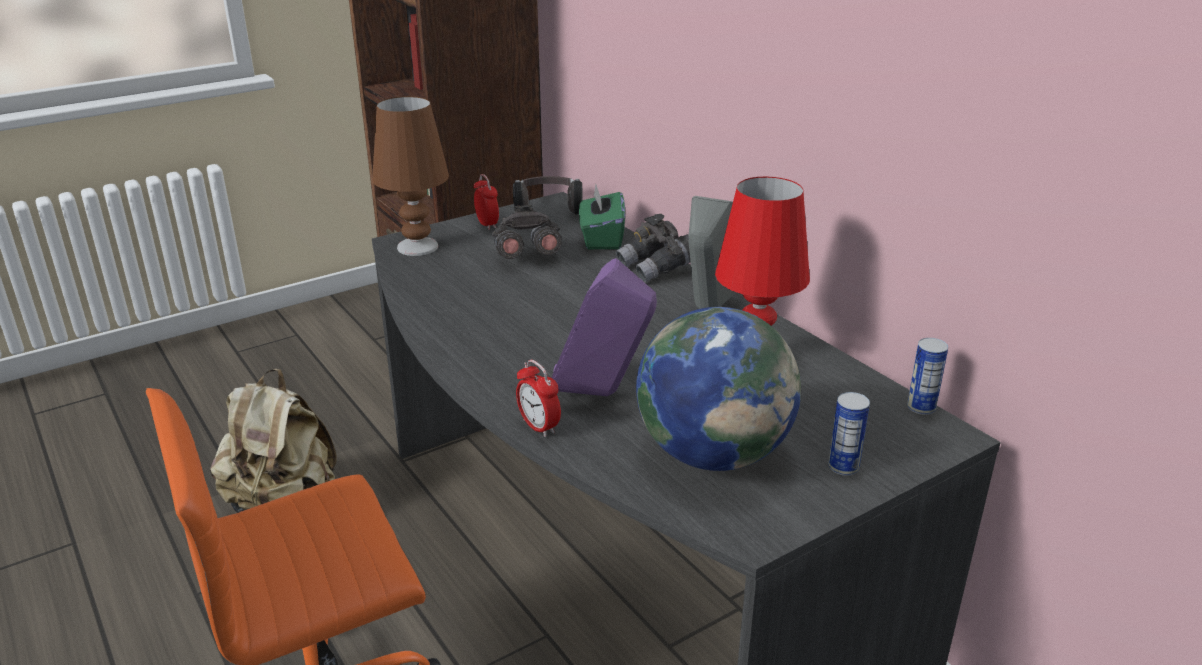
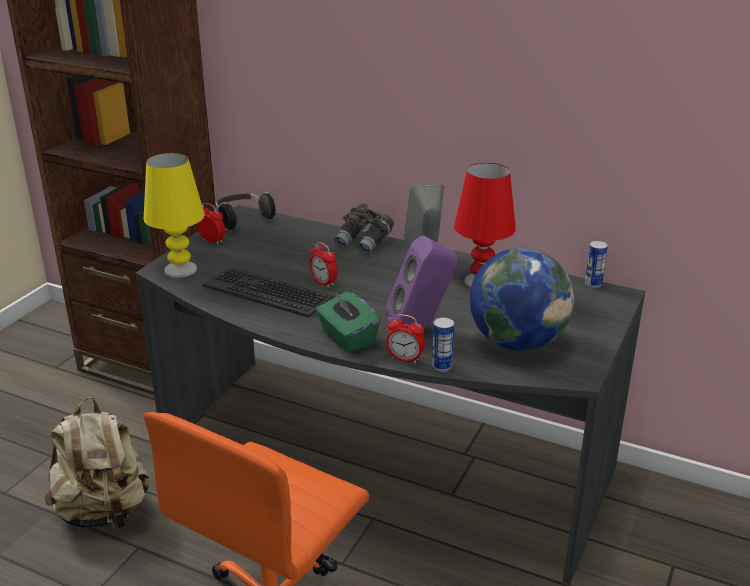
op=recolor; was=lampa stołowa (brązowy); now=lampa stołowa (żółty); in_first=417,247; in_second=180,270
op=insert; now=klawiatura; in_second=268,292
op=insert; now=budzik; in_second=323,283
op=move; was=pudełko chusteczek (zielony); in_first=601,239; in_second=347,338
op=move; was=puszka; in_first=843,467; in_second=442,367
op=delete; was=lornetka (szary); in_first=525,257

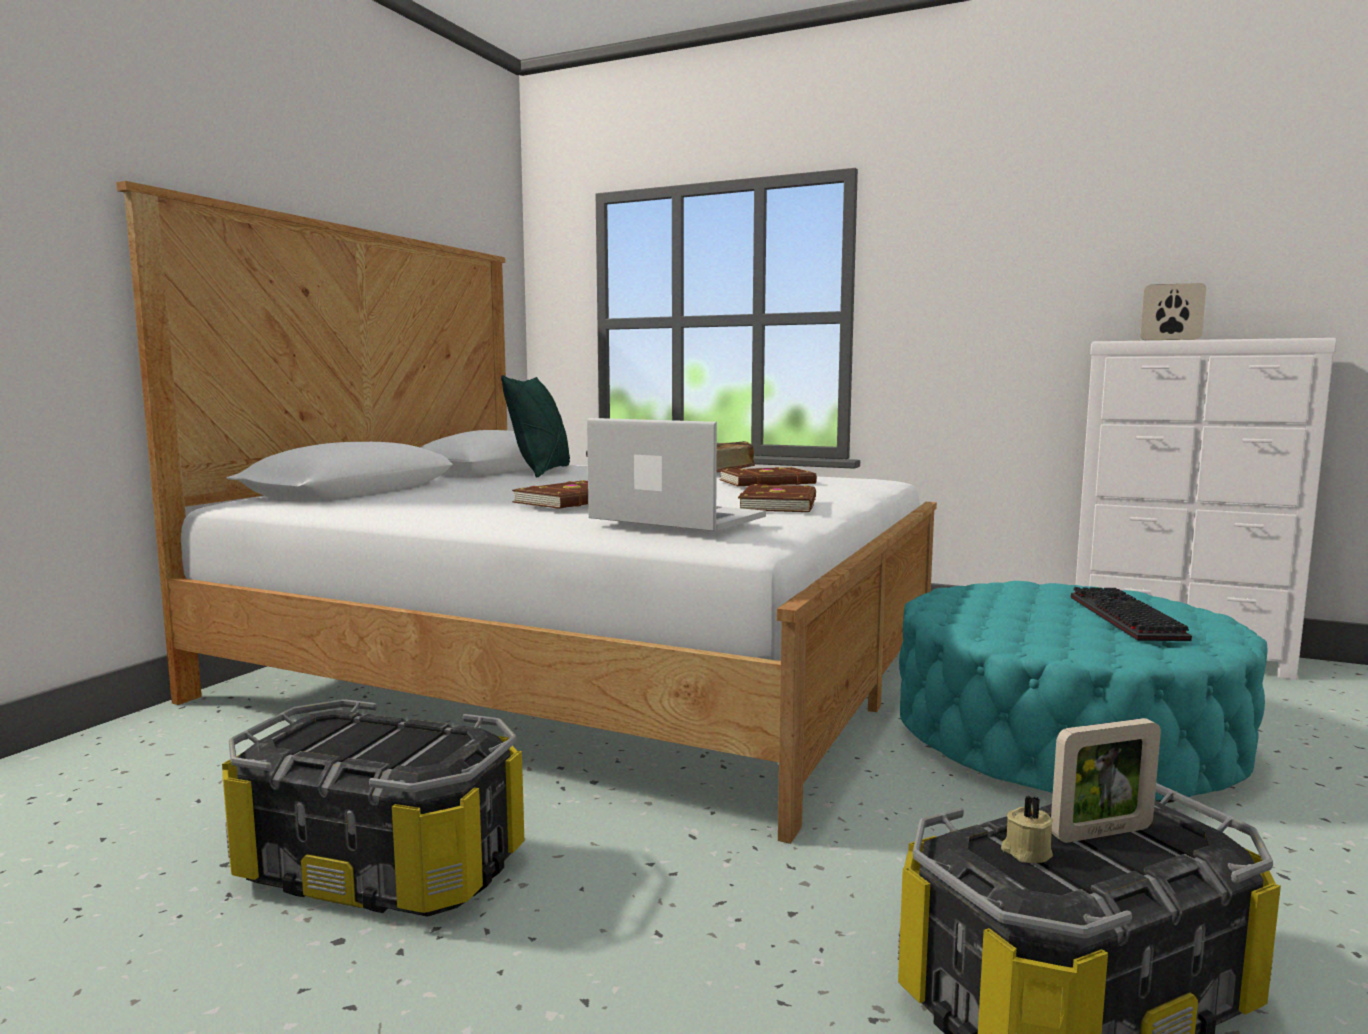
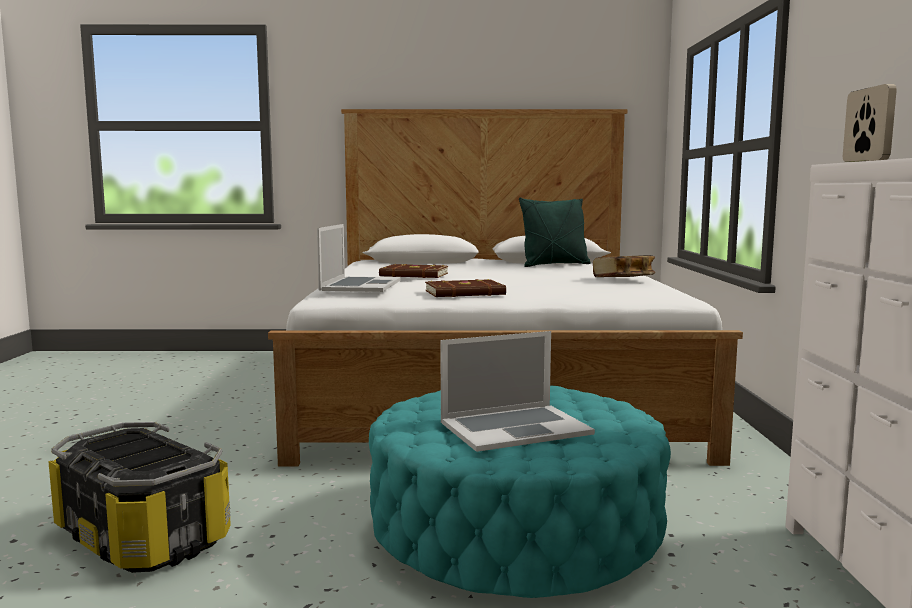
op=replace; was=klawiatura; now=laptop; in_first=1121,617; in_second=514,428
op=delete; was=pojemnik do przechowywania; in_first=379,868
op=delete; was=książka (brązowy); in_first=768,482
op=delete; was=świeca (beżowy); in_first=1025,852
op=delete; was=ramka na zdjęcie; in_first=1101,833

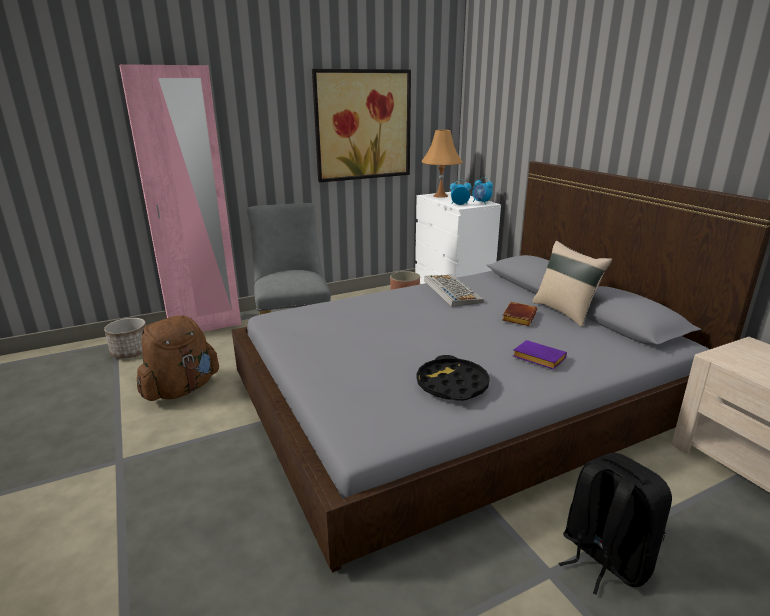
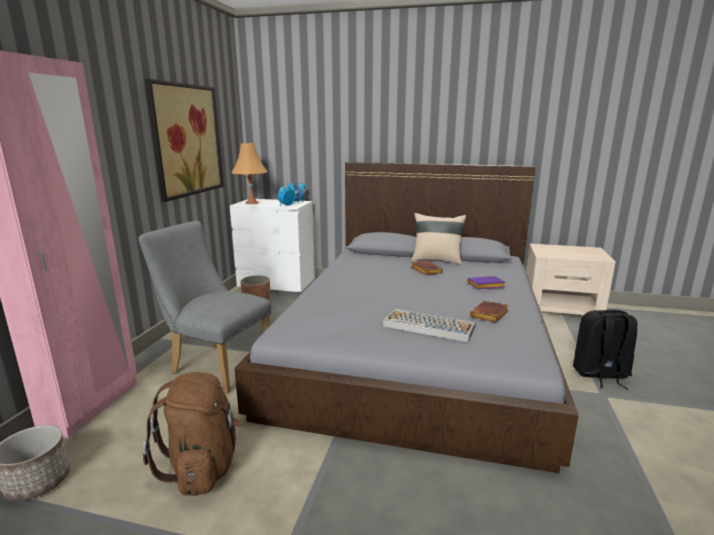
op=move; was=klawiatura; in_first=451,291; in_second=428,326
op=replace; was=taca (czarny); now=książka (brązowy); in_first=452,385; in_second=490,315

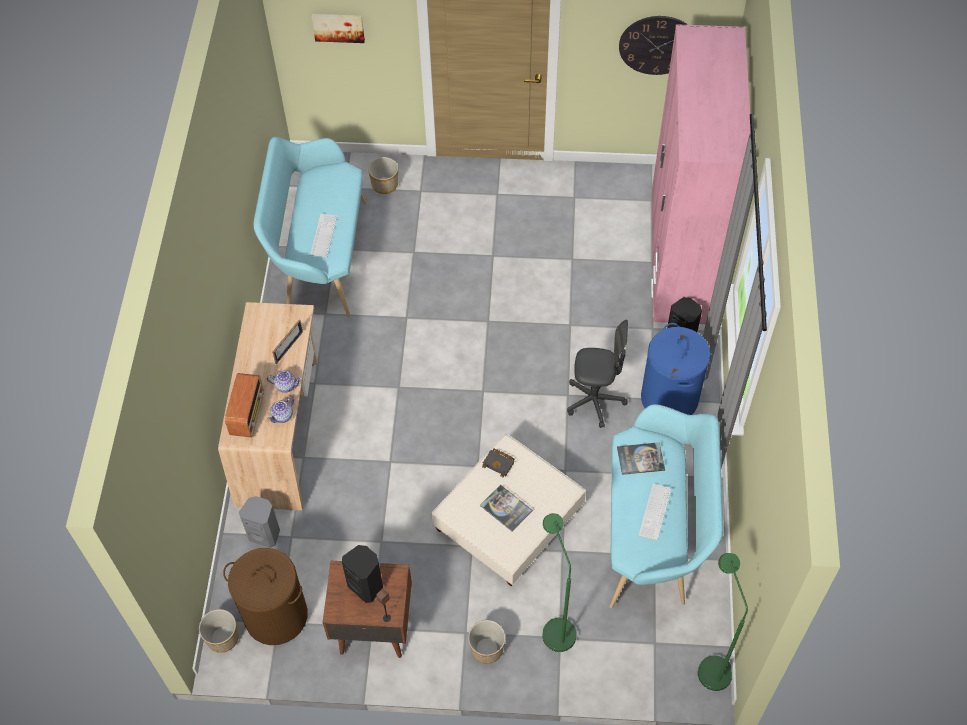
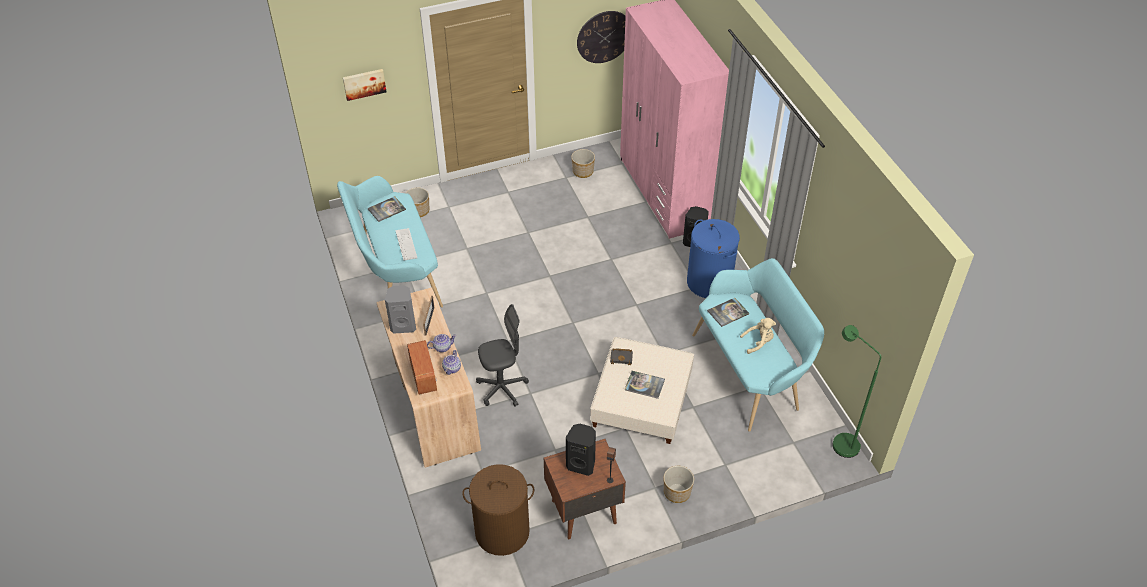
op=insert; now=książka; in_second=386,209
op=move; was=głośnik (szary); in_first=265,534; in_second=403,325
op=move; was=krzesło biurowe (szary); in_first=594,401; in_second=502,388
op=move; was=donica; in_first=222,638; in_second=583,172
op=replace; was=klawiatura; now=pluszak (beżowy); in_first=655,512; in_second=758,342
op=delete; was=lampa stojąca (zielony); in_first=556,626

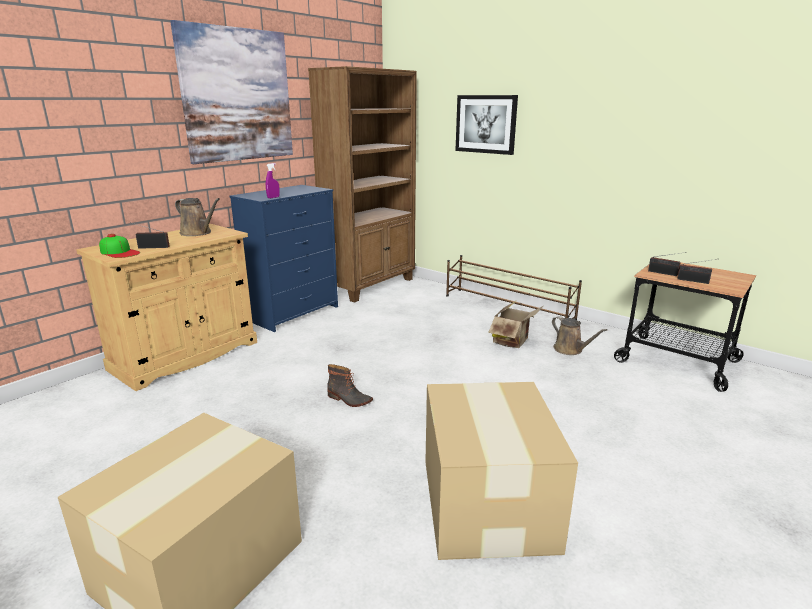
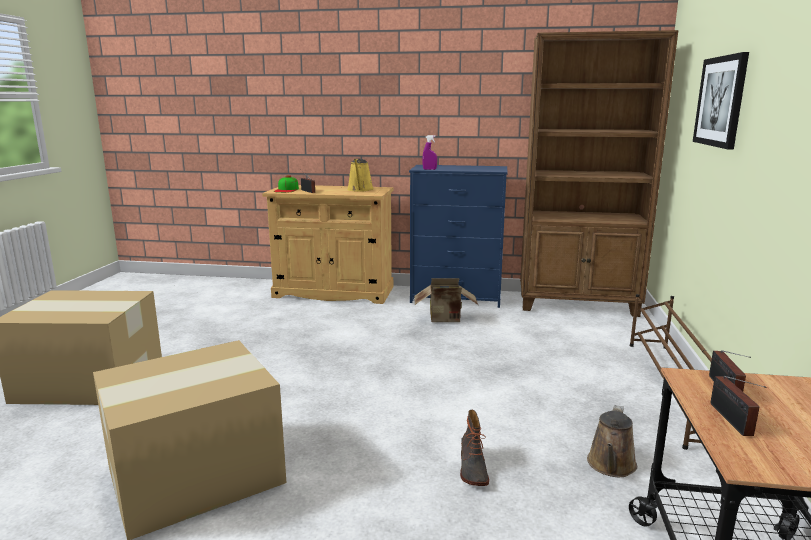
op=recolor; was=konewka (brązowy); now=konewka (żółty); in_first=198,233; in_second=360,190
op=move; was=karton; in_first=513,341; in_second=446,319
op=move; was=but z cholewką; in_first=349,400; in_second=472,468
op=delete; was=obraz; in_first=237,95

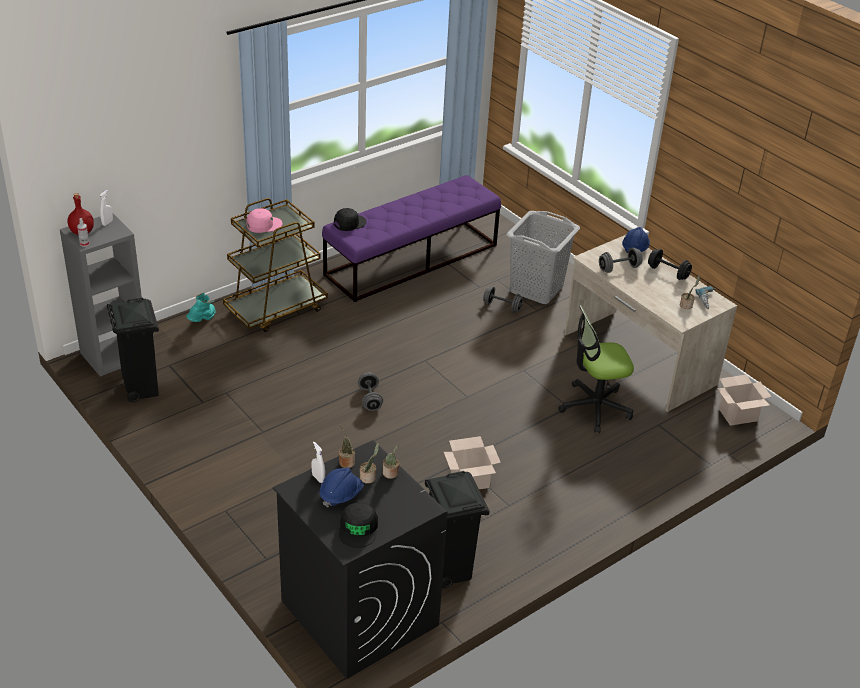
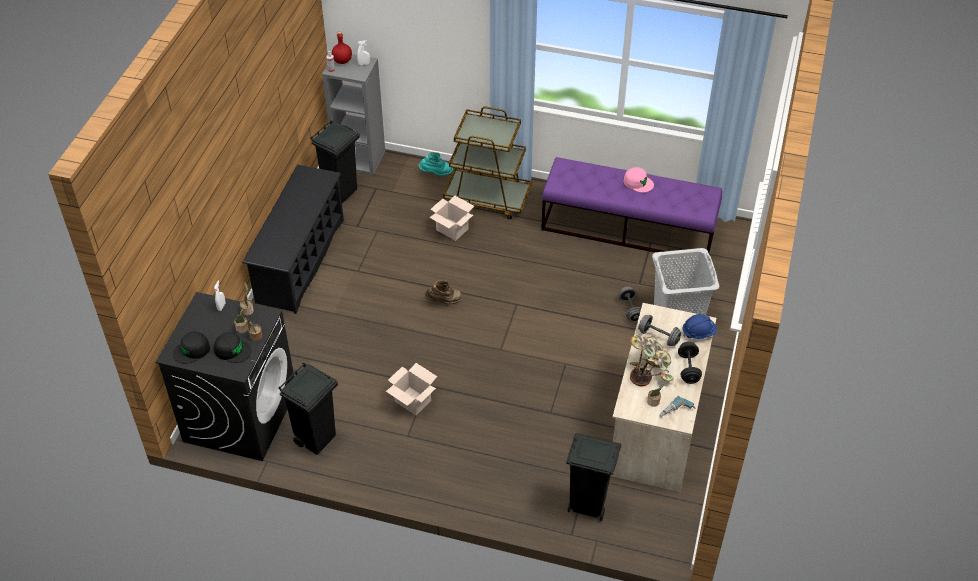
op=move; was=czapka z daszkiem (czarny); in_first=349,223; in_second=232,350
op=insert; now=regał na buty (czarny); in_second=300,260
op=replace; was=hantel (szary); now=but z cholewką (brązowy); in_first=370,399; in_second=444,301
op=move; was=karton; in_first=738,414; in_second=453,229
op=insert; now=kosz na śmieci (czarny); in_second=587,505
op=move; was=czapka z daszkiem (różowy); in_first=263,225; in_second=638,182
op=insert; now=roślina doniczkowa; in_second=649,369
op=delete; was=kask (niebieski); in_first=340,495
op=delete; was=krzesło biurowe; in_first=594,407

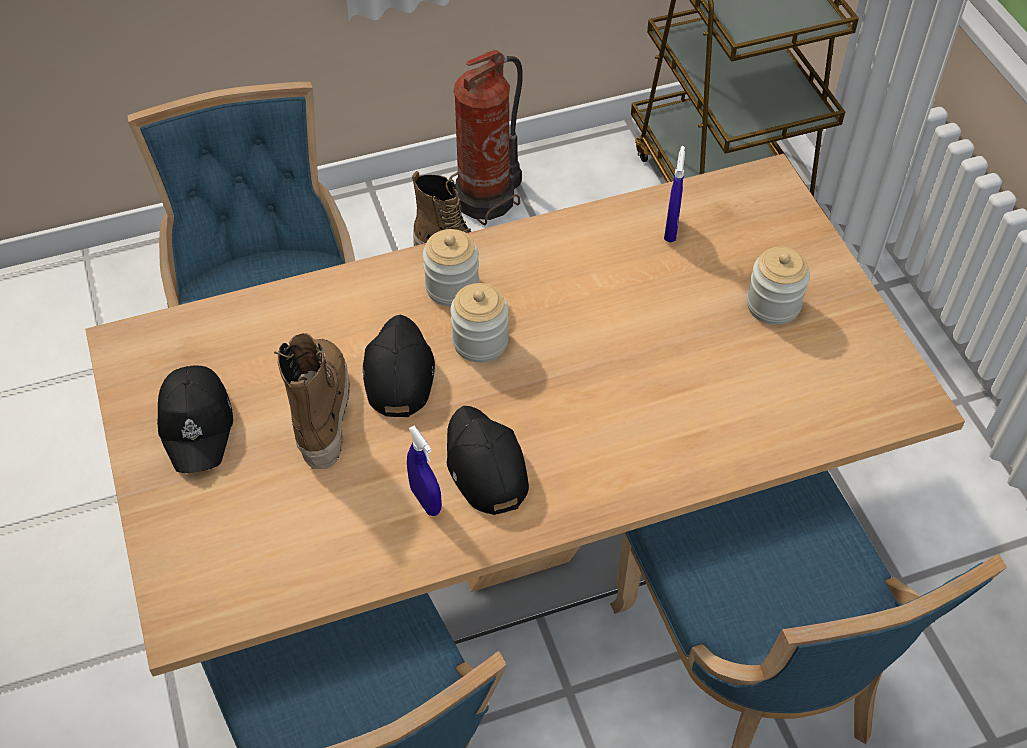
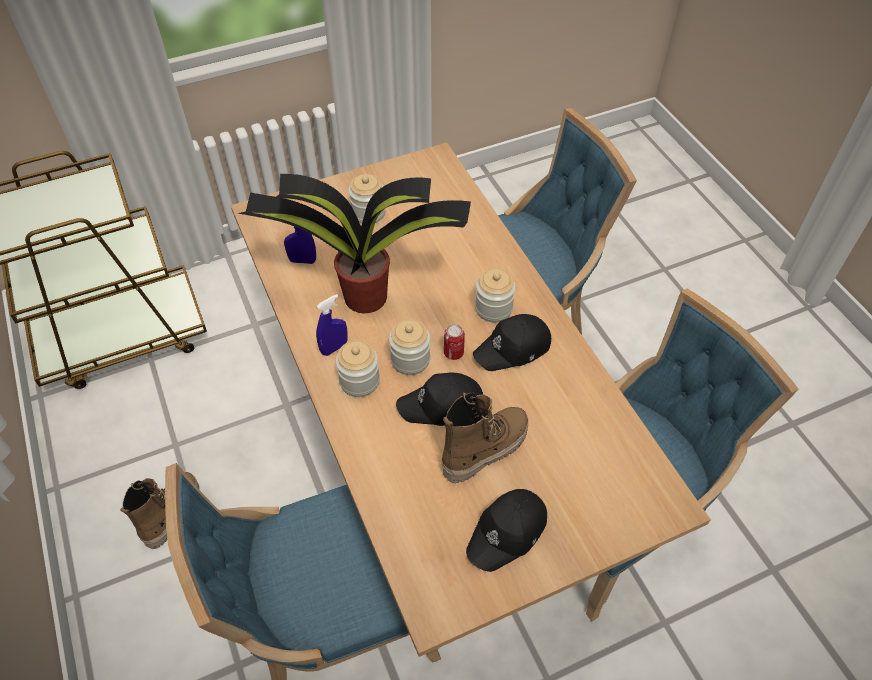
op=insert; now=roślina doniczkowa; in_second=362,296
op=move; was=spryskiwacz (niebieski); in_first=426,500; in_second=334,348
op=rotate; was=but z cholewką; in_first=321,412; in_second=484,449; clockwise=150
op=insert; now=puszka; in_second=453,353
op=rotate; was=czapka z daszkiem (czarny); in_first=198,424; in_second=508,532; clockwise=150
op=insert; now=słoik; in_second=493,308
op=delete; was=gaśnica; in_first=488,198

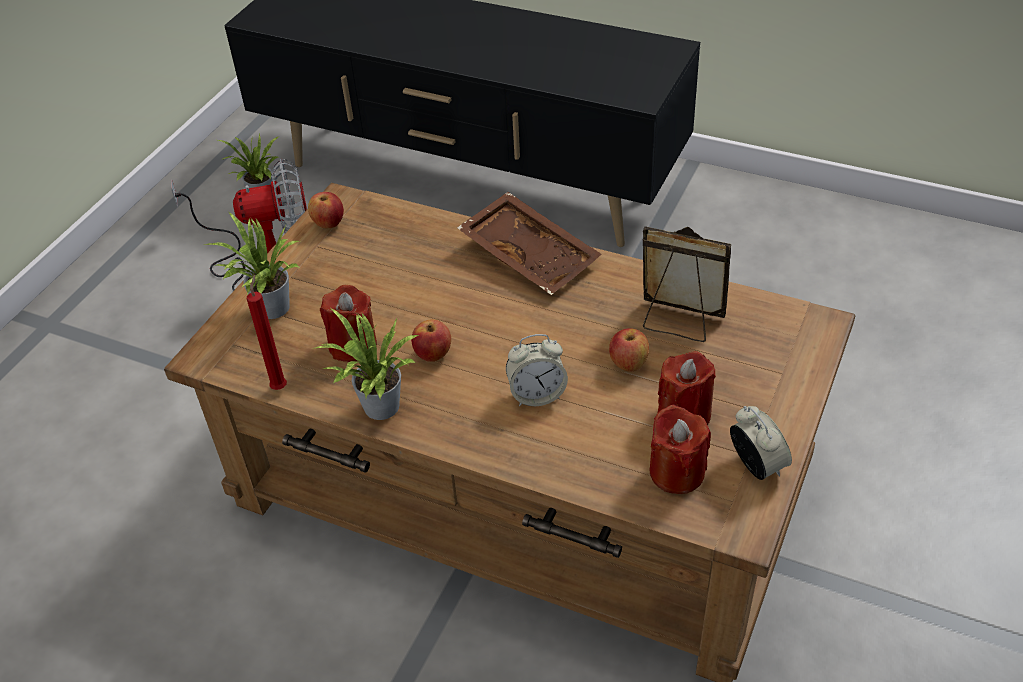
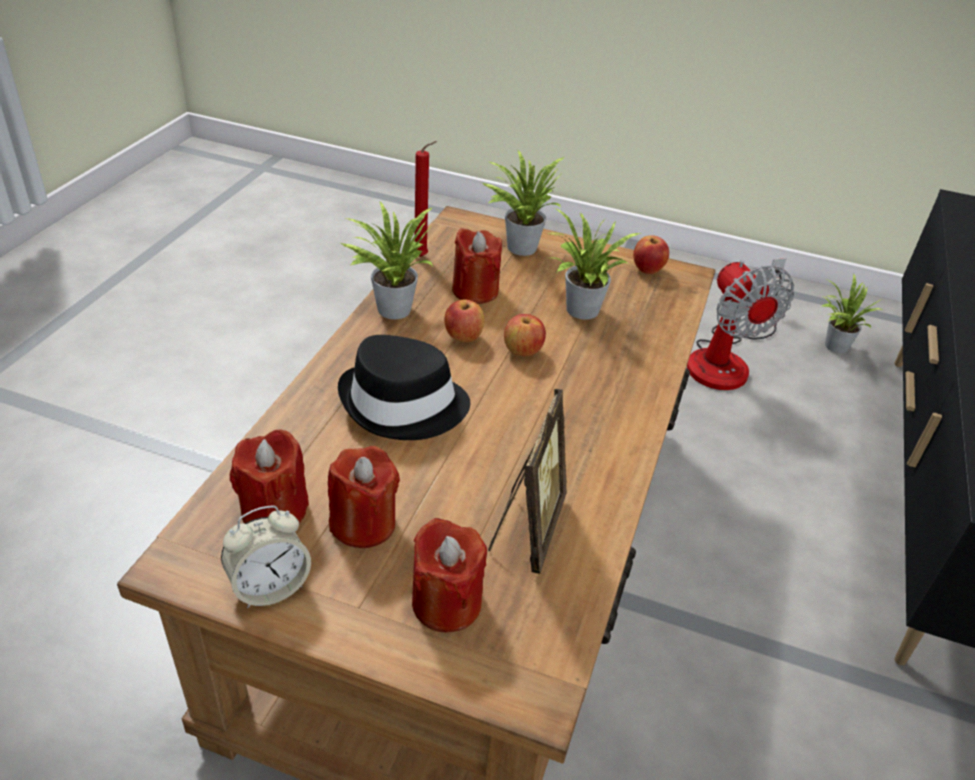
op=replace; was=budzik; now=kapelusz (czarny); in_first=537,395; in_second=403,405
op=insert; now=świeca (czerwony); in_second=446,603
op=move; was=jabłko; in_first=628,364; in_second=522,351
op=insert; now=roślina doniczkowa; in_second=580,312
op=delete; was=taca (brązowy); in_first=531,255

